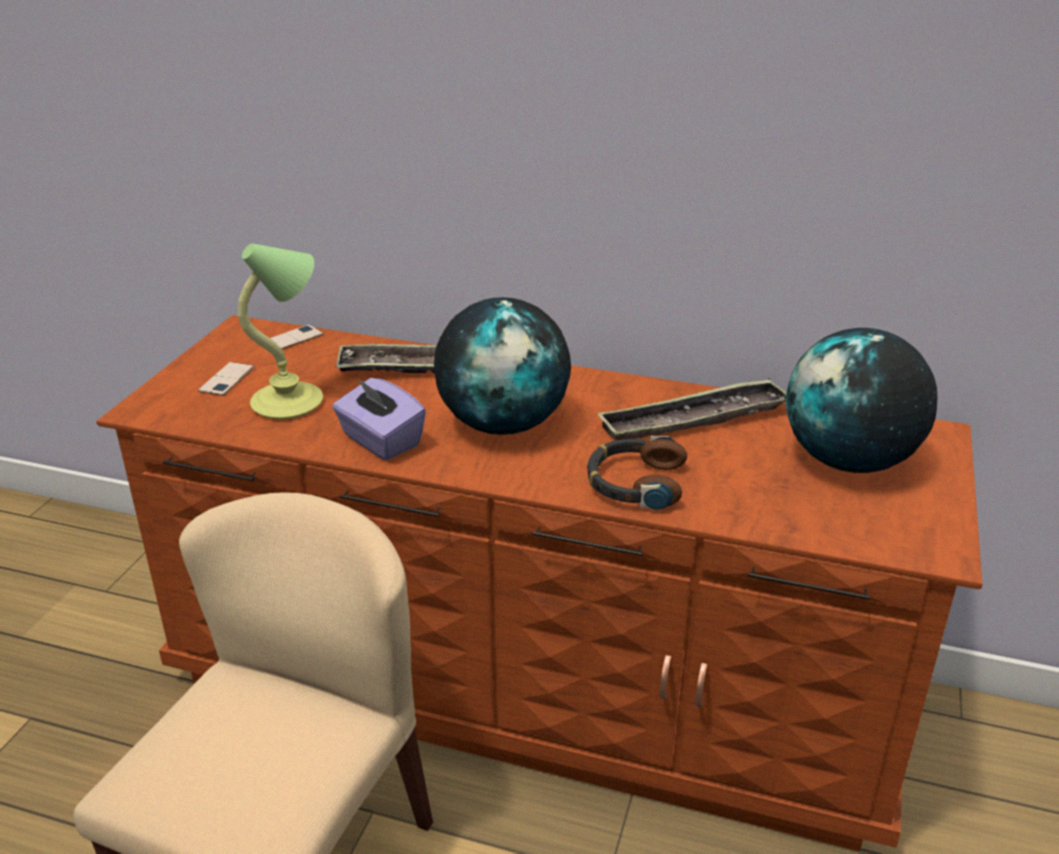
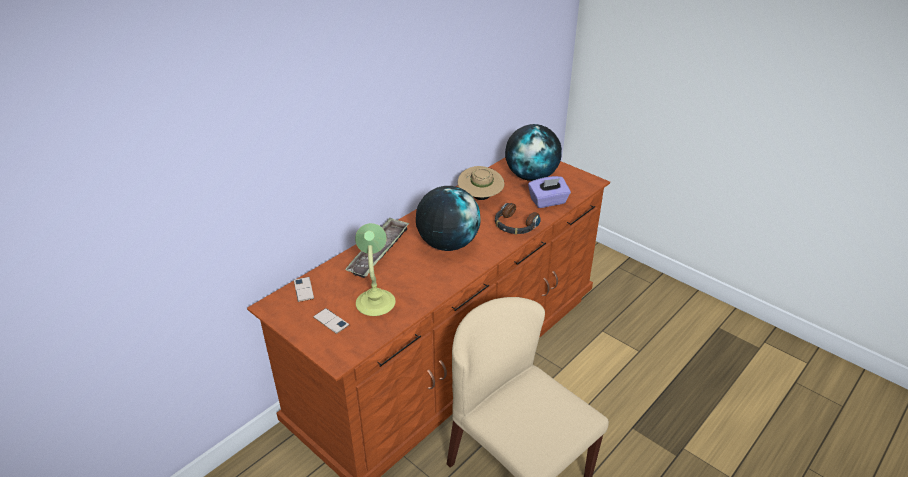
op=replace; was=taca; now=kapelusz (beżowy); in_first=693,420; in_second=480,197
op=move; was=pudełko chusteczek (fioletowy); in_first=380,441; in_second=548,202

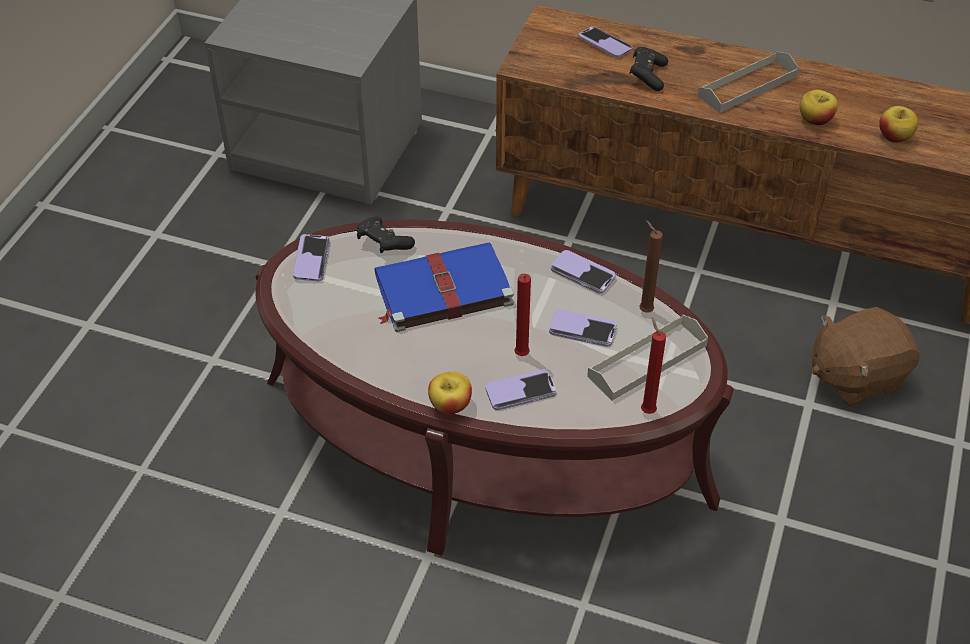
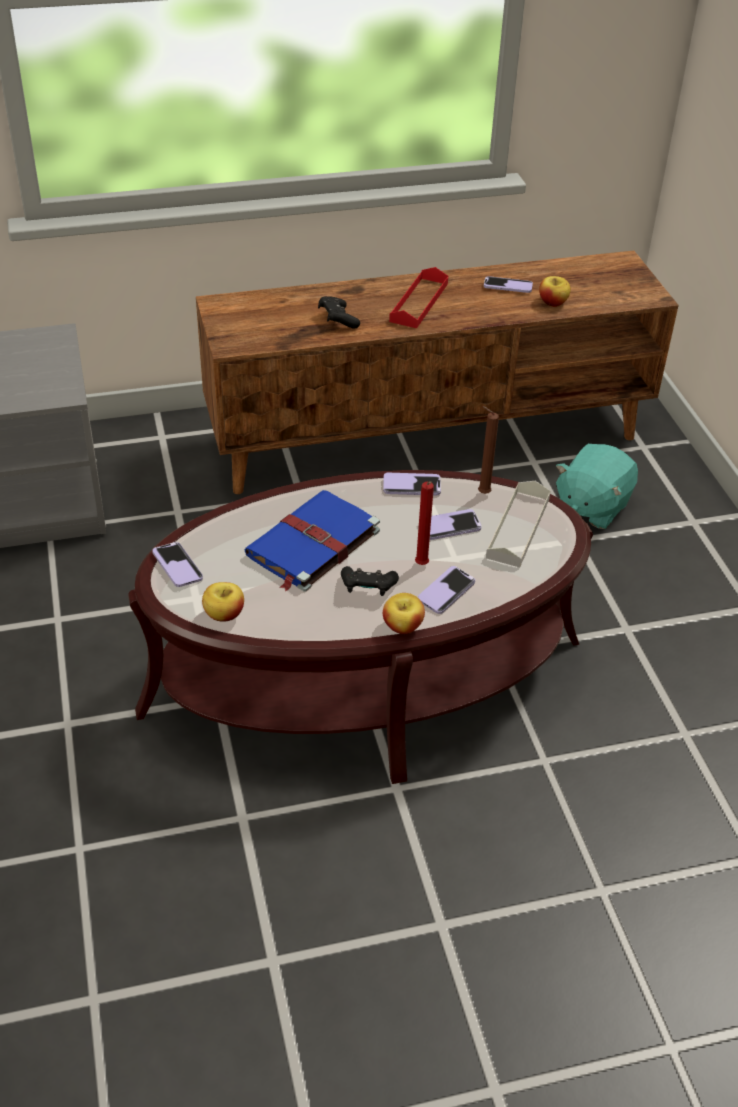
op=move; was=jabłko; in_first=815,120; in_second=224,614
op=move; was=pad do gier (czarny); in_first=383,244; in_second=368,589
op=recolor; was=taca (szary); now=taca (czerwony); in_first=747,86; in_second=419,302
op=move; was=telefon; in_first=605,43; in_second=508,286
op=recolor; was=pluszak (brązowy); now=pluszak (turkusowy); in_first=855,376; in_second=591,506
op=delete; was=świeca (czerwony); in_first=646,410

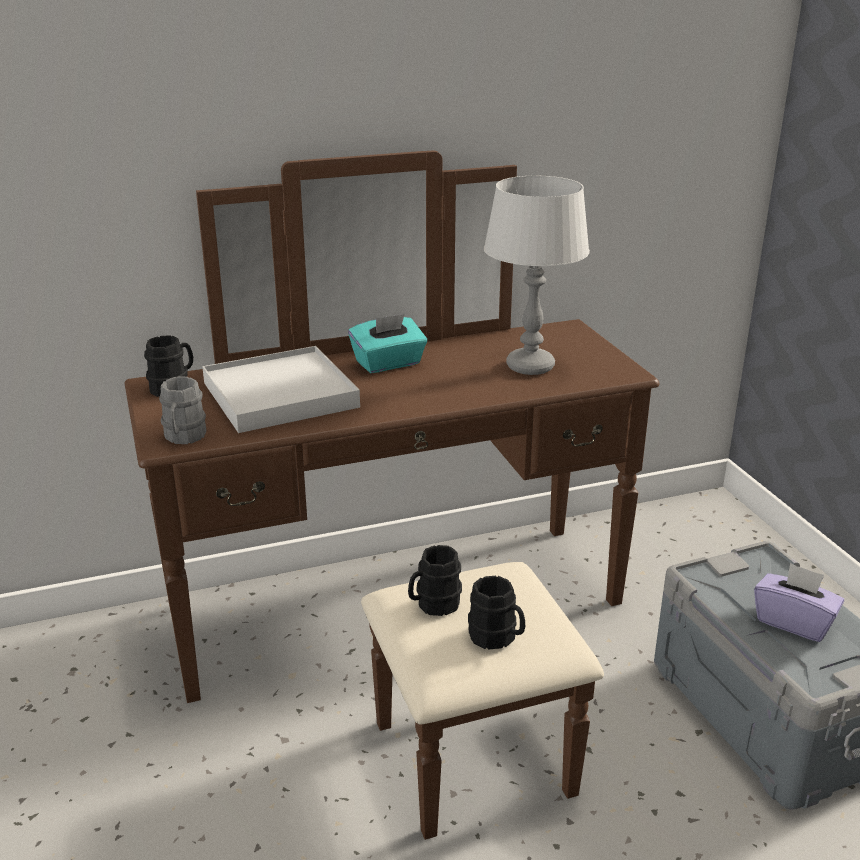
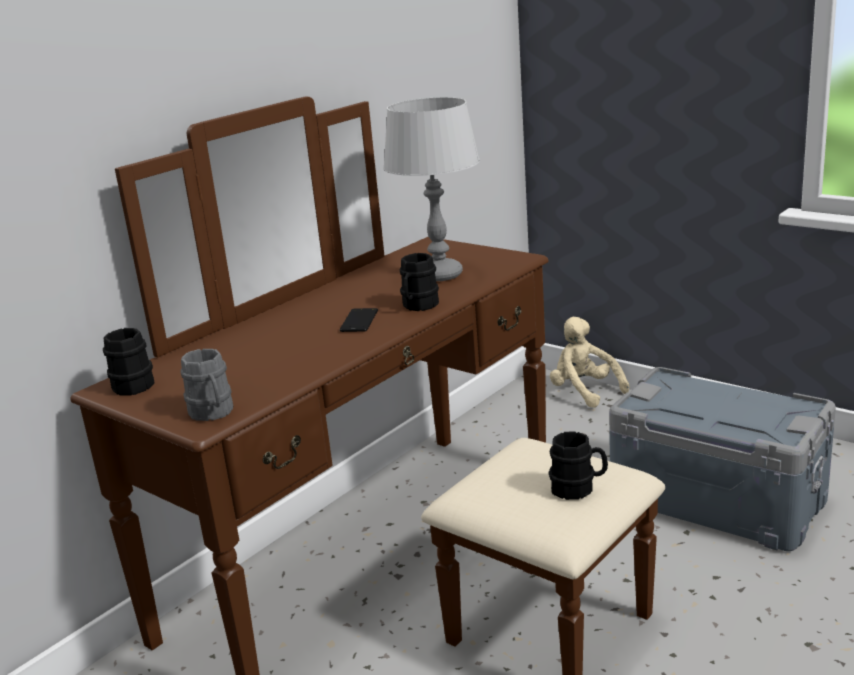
op=insert; now=telefon; in_second=359,321
op=move; was=kubek (czarny); in_first=433,605; in_second=418,306
op=insert; now=pluszak (beżowy); in_second=584,392
op=delete; was=taca (biały); in_first=280,395
op=delete; was=pudełko chusteczek (turkusowy); in_first=388,364
op=delete; was=pudełko chusteczek (fioletowy); in_first=793,622

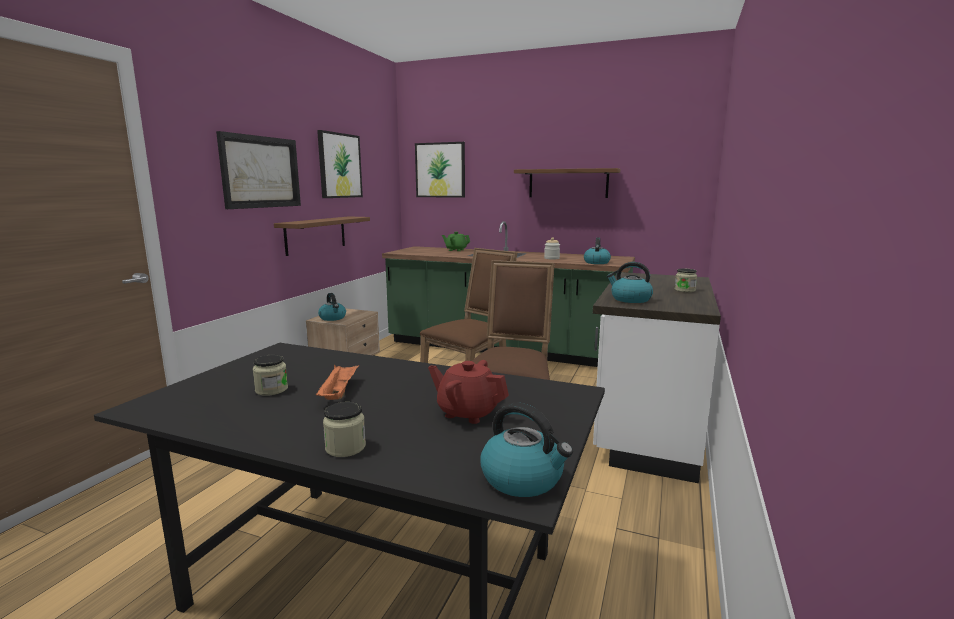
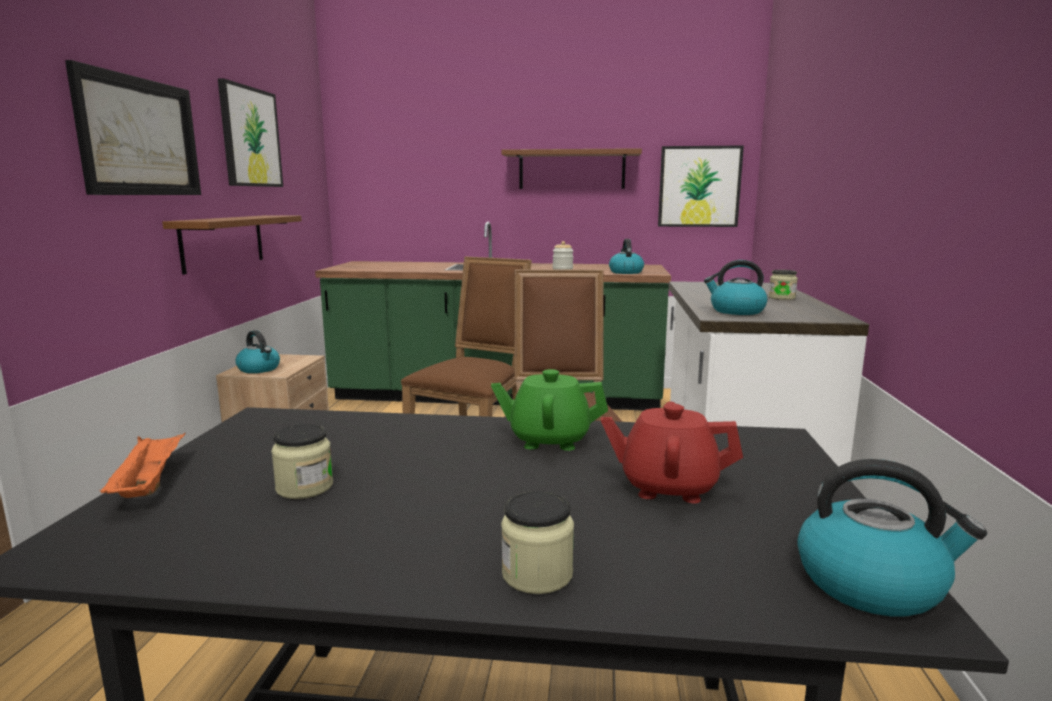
op=move; was=taca (pomarańczowy); in_first=339,393; in_second=149,484
op=move; was=imbryk (zielony); in_first=456,250; in_second=549,440
op=move; was=obraz; in_first=440,170; in_second=699,186

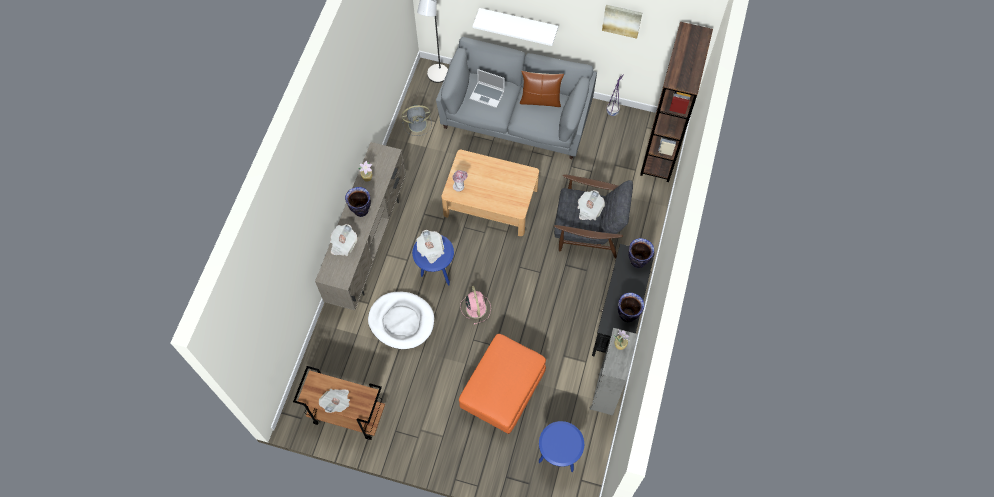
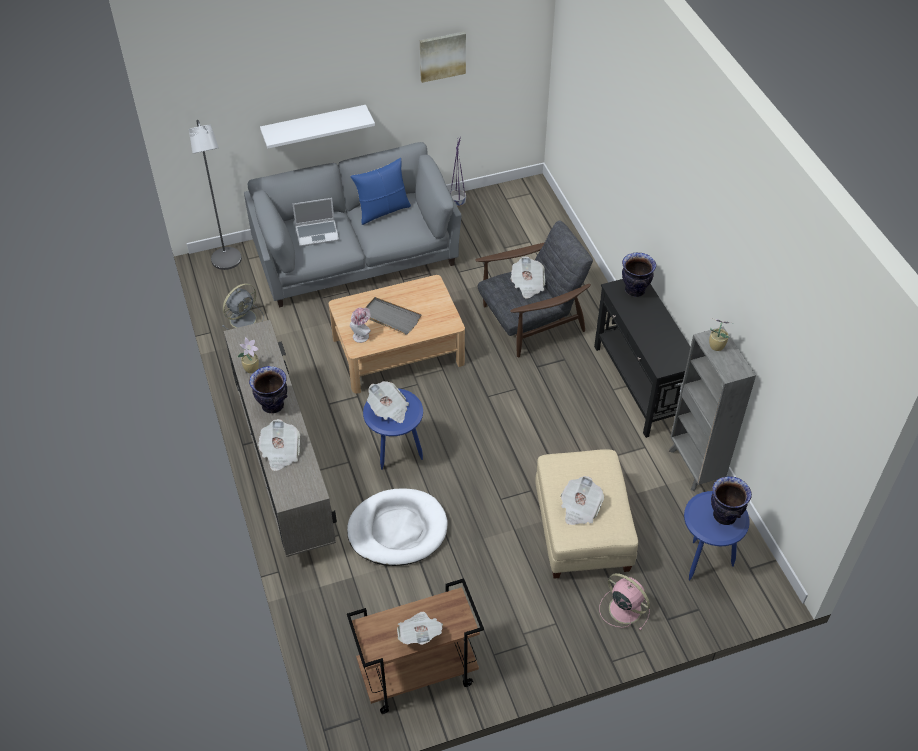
op=recolor; was=poduszka (brązowy); now=poduszka (niebieski); in_first=540,100; in_second=382,211
op=insert; now=taca (szary); in_second=390,317
op=recolor; was=pufa (pomarańczowy); now=pufa (beżowy); in_first=502,391; in_second=582,532
op=insert; now=gazeta; in_second=579,508
op=move; was=wentylator (różowy); in_first=476,307; in_second=623,608
op=move; was=wazon; in_first=627,315; in_second=725,516
op=delete; was=regał (brązowy); in_first=661,149

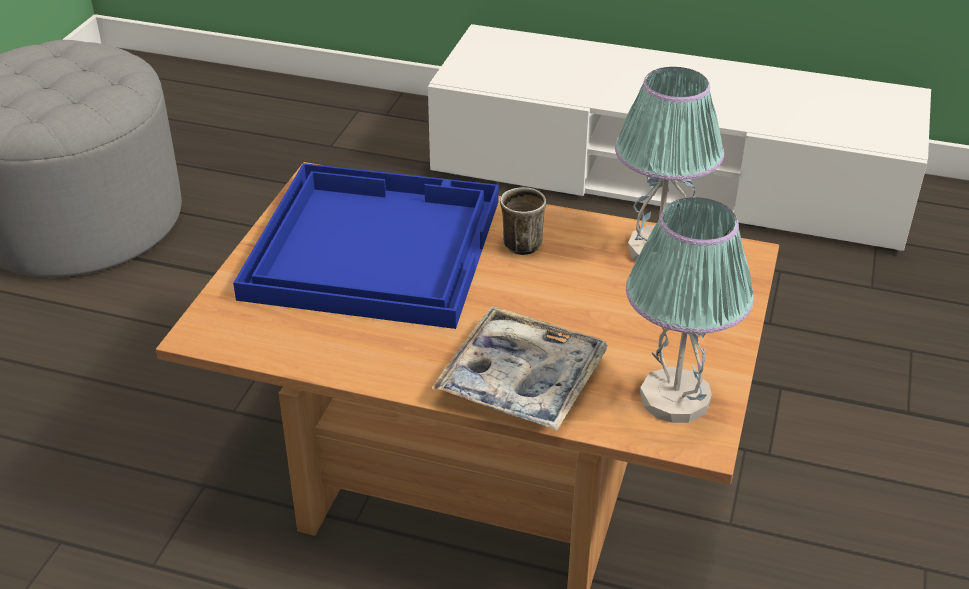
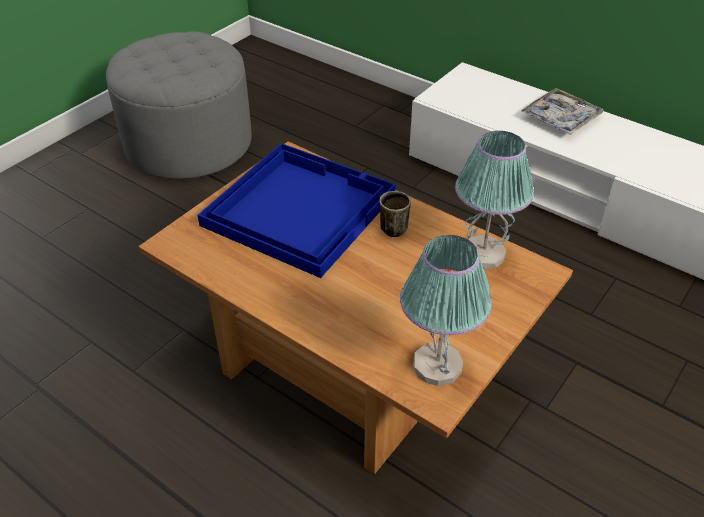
op=move; was=taca; in_first=521,380; in_second=561,118

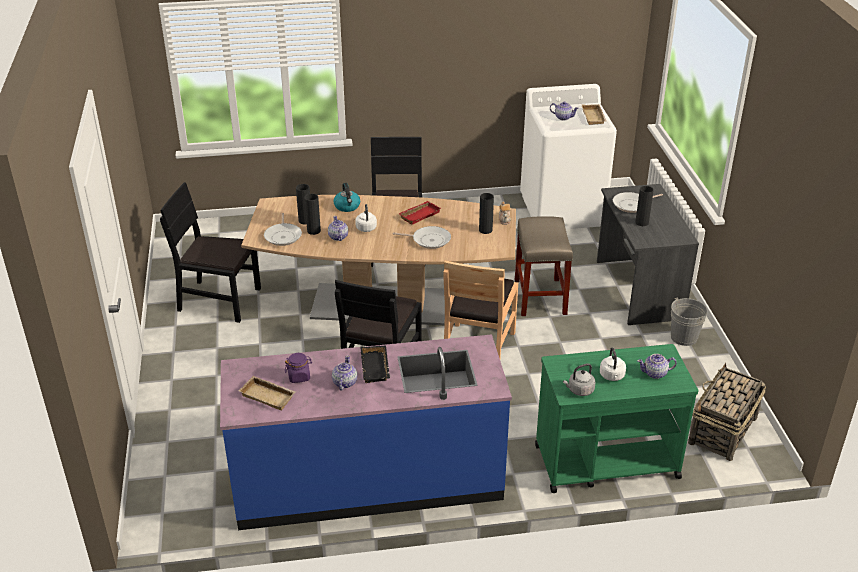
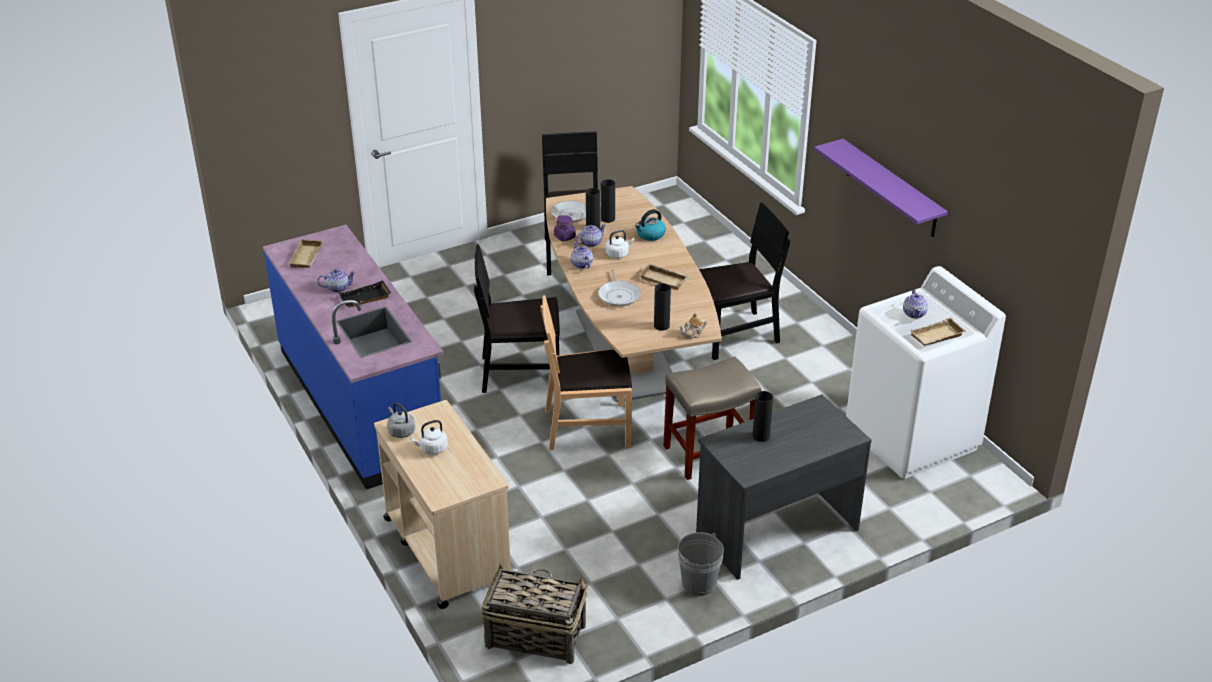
op=recolor; was=wózek (zielony); now=wózek (beżowy); in_first=605,461; in_second=446,549
op=move; was=słoik (fioletowy); in_first=299,376; in_second=565,237
op=move; was=imbryk; in_first=655,373; in_second=581,265
op=recolor; was=taca (czerwony); now=taca (beżowy); in_first=419,214; in_second=664,279
op=insert; now=półka (fioletowy); in_second=891,189
op=delete; was=patelnia; in_first=632,205

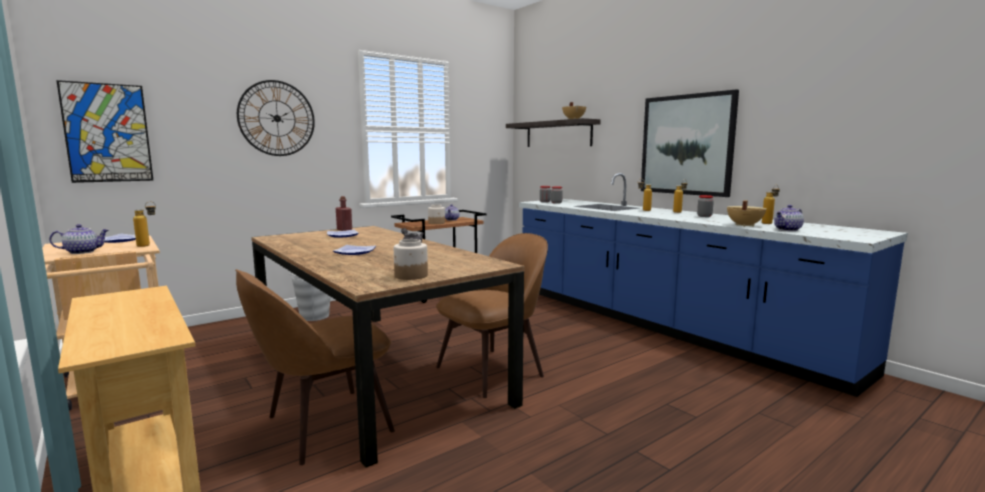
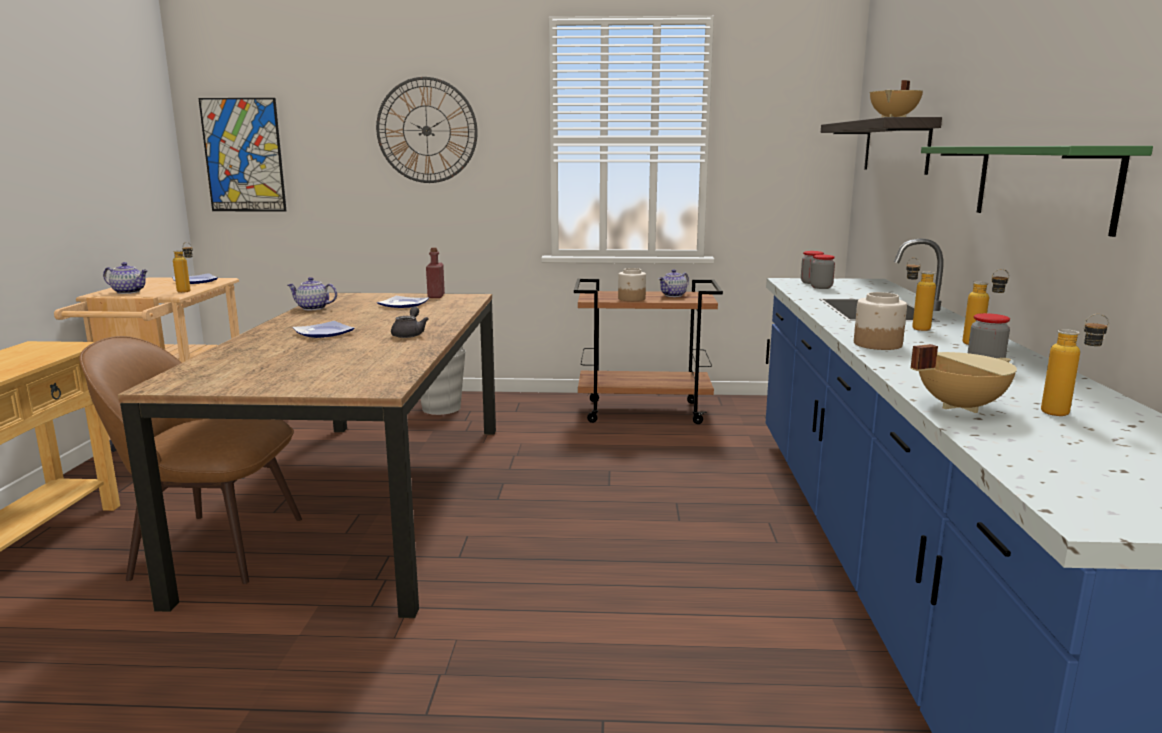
op=move; was=imbryk; in_first=788,230; in_second=312,308
op=move; was=słoik; in_first=411,276; in_second=877,344
op=replace; was=obraz; now=półka (zielony); in_first=686,145; in_second=1041,184
op=delete; was=krzesło (brązowy); in_first=493,370

